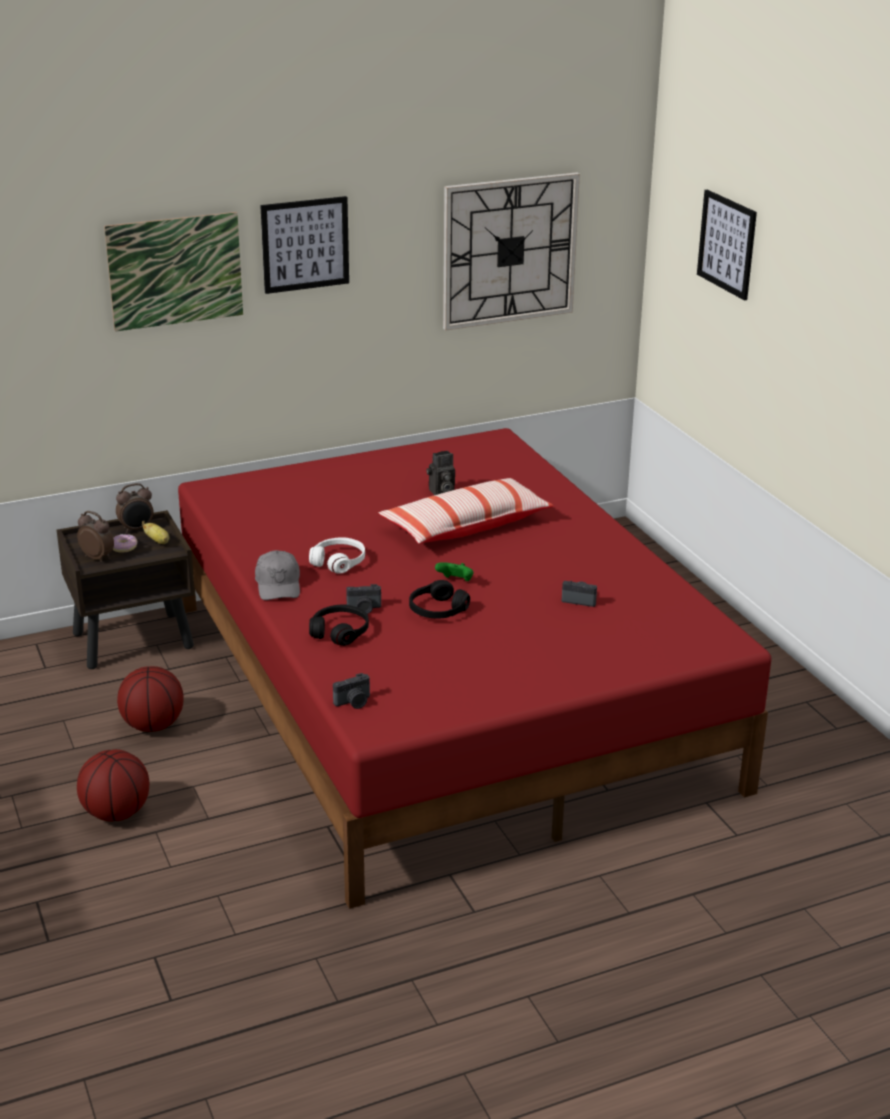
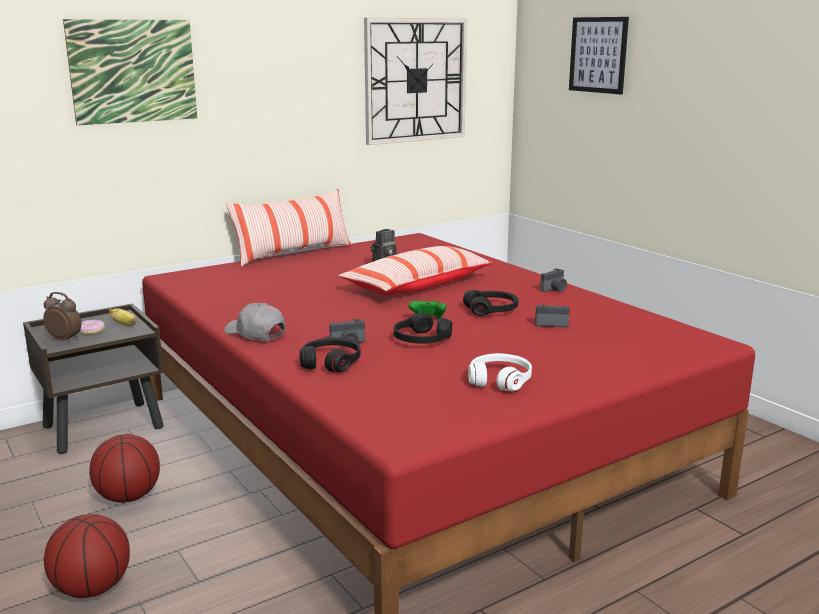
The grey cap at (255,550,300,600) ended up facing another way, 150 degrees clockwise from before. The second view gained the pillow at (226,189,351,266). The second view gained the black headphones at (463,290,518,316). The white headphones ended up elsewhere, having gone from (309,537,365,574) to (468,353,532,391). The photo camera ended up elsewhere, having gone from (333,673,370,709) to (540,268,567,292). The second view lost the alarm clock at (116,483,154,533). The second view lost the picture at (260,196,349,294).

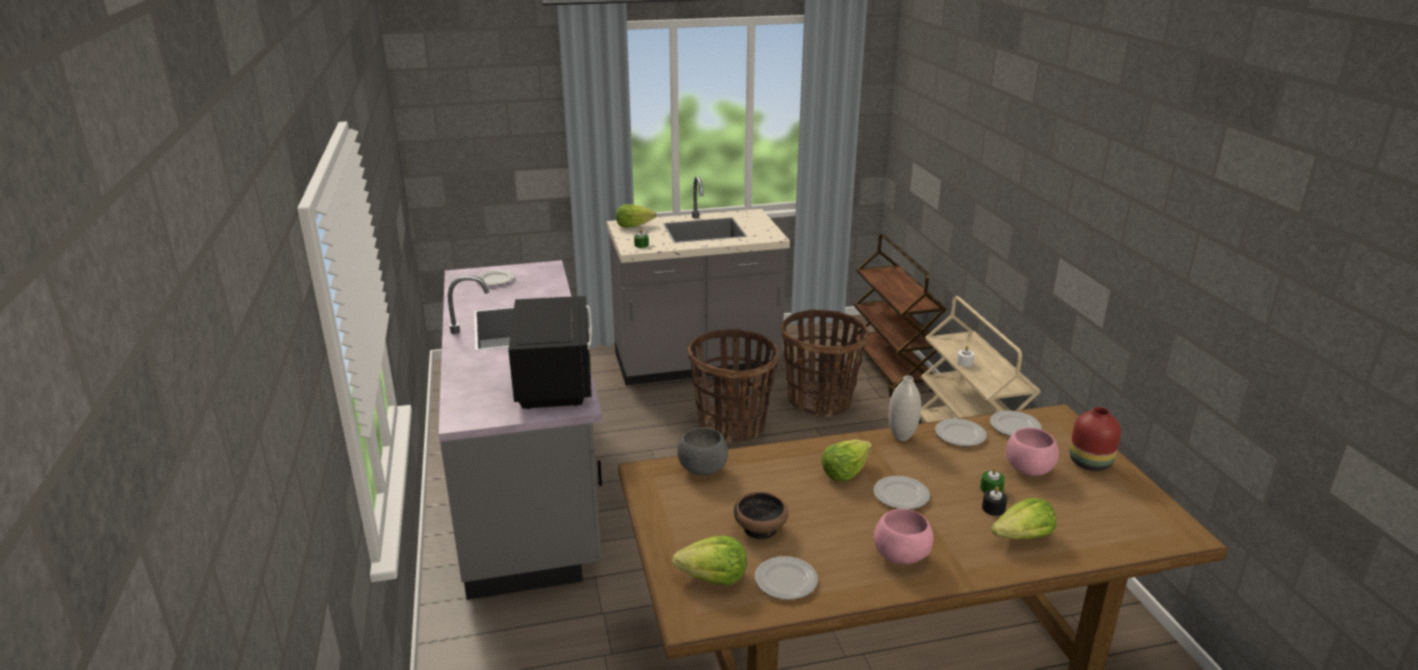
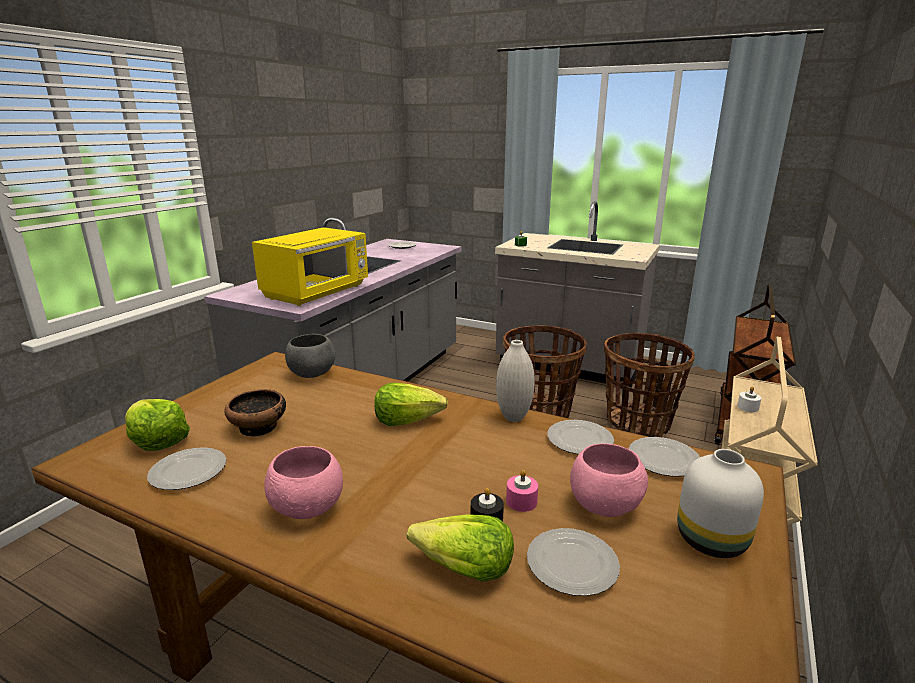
What was the black microwave at (508,296,592,409) turned into the yellow microwave at (252,227,368,306). What was the green candle at (980,467,1005,493) turned into the pink candle at (506,470,538,512). The plate ended up elsewhere, having gone from (874,476,930,509) to (527,528,620,596). What was the red vase at (1070,407,1121,471) turned into the white vase at (677,449,764,558). The second view lost the lettuce at (616,204,657,228).

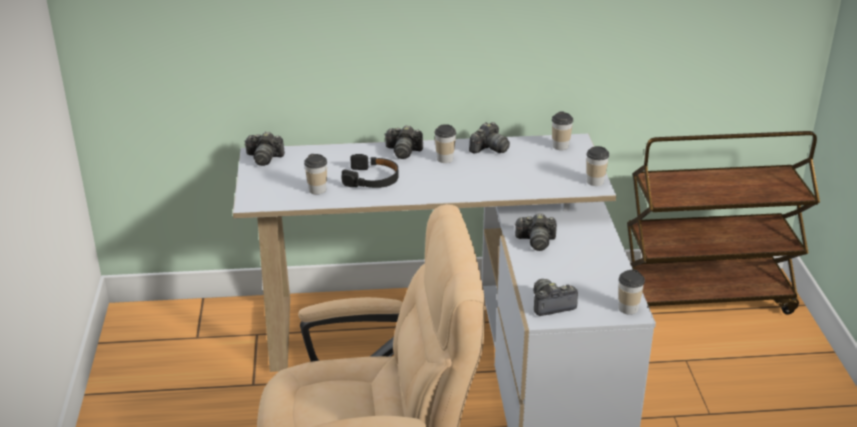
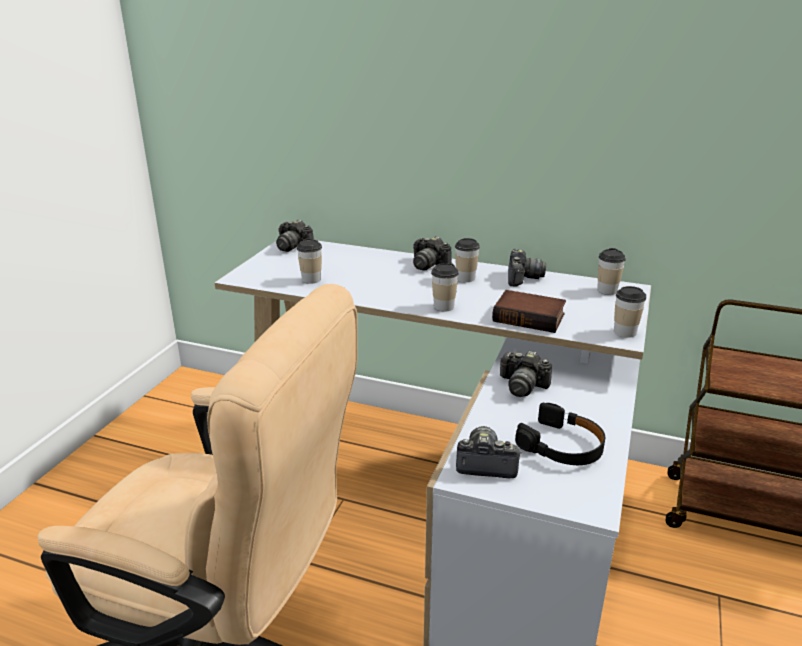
The cup ended up elsewhere, having gone from (618,269,645,315) to (431,263,459,312). The second view gained the book at (492,290,566,333). The photo camera at (469,122,510,153) ended up facing another way, 60 degrees counterclockwise from before. The black headphones ended up elsewhere, having gone from (341,154,398,188) to (515,403,605,465).

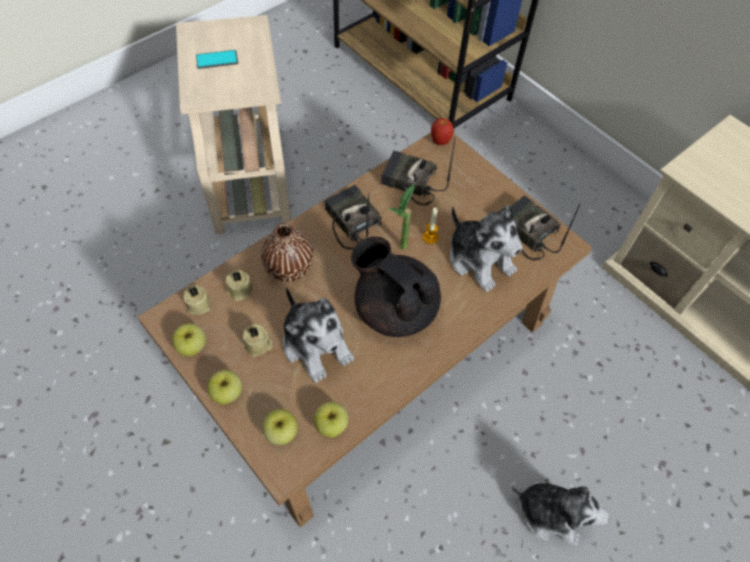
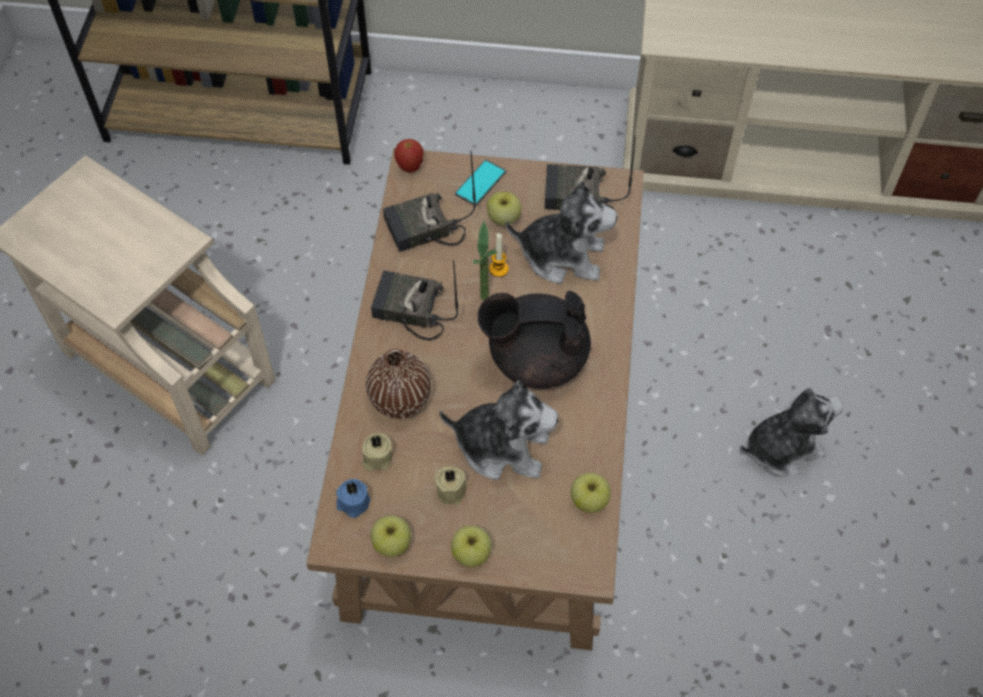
What was the beige candle at (183,285,211,315) turned into the blue candle at (336,479,371,518). The phone ended up elsewhere, having gone from (196,50,239,69) to (455,159,506,206). The apple ended up elsewhere, having gone from (262,409,298,445) to (487,192,521,226).

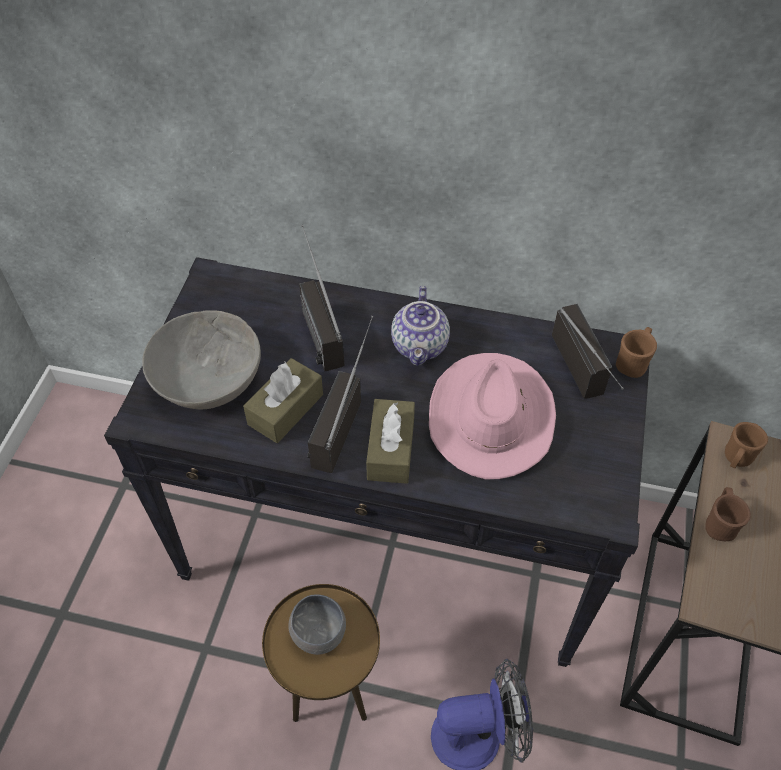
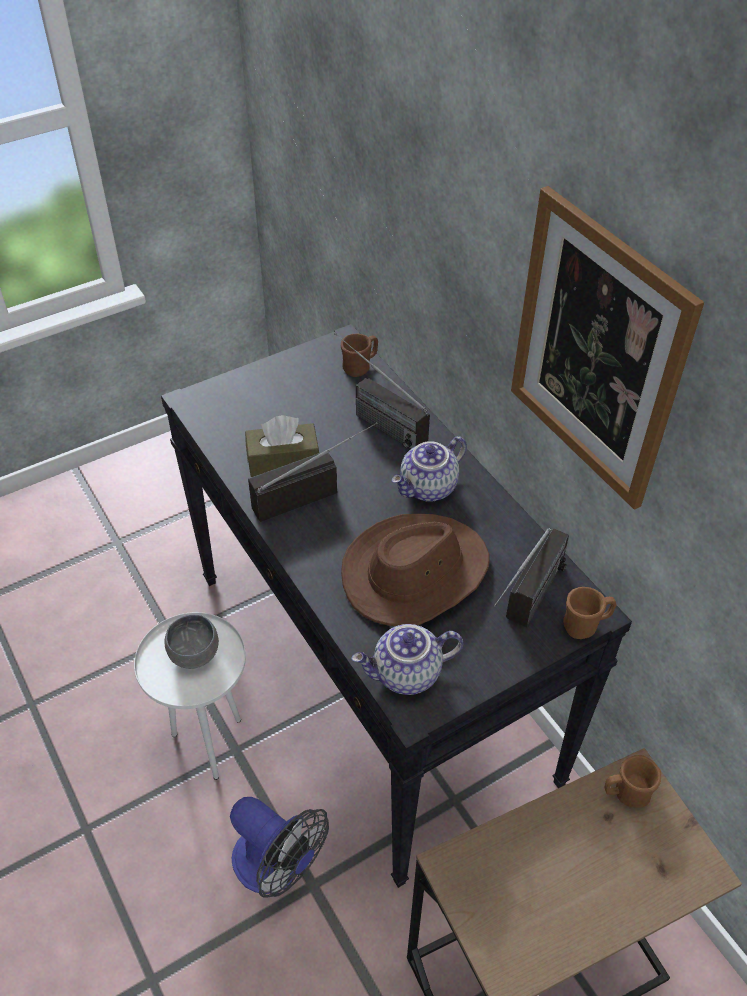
What was the brown side table at (262,584,380,722) turned into the white side table at (134,612,246,780). The radio at (299,225,344,371) ended up facing another way, 75 degrees counterclockwise from before. The brown mug ended up elsewhere, having gone from (705,487,751,541) to (341,334,378,377). What was the pink hat at (429,353,556,479) turned into the brown hat at (341,514,490,626). The second view gained the teapot at (351,624,463,695). The second view gained the picture at (511,186,704,510). The second view lost the grey bowl at (142,310,261,409). The second view lost the brown tissue box at (366,399,415,484).

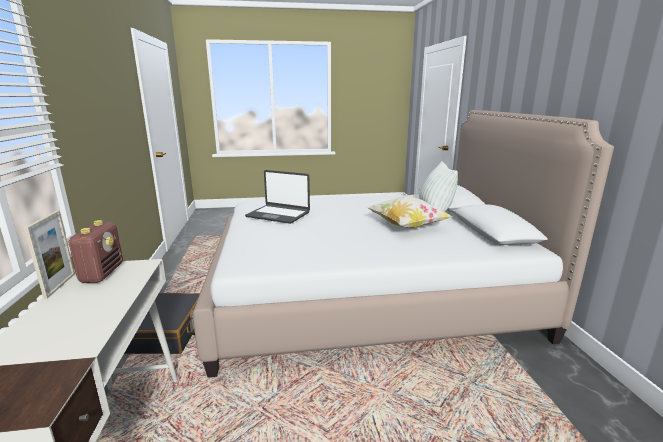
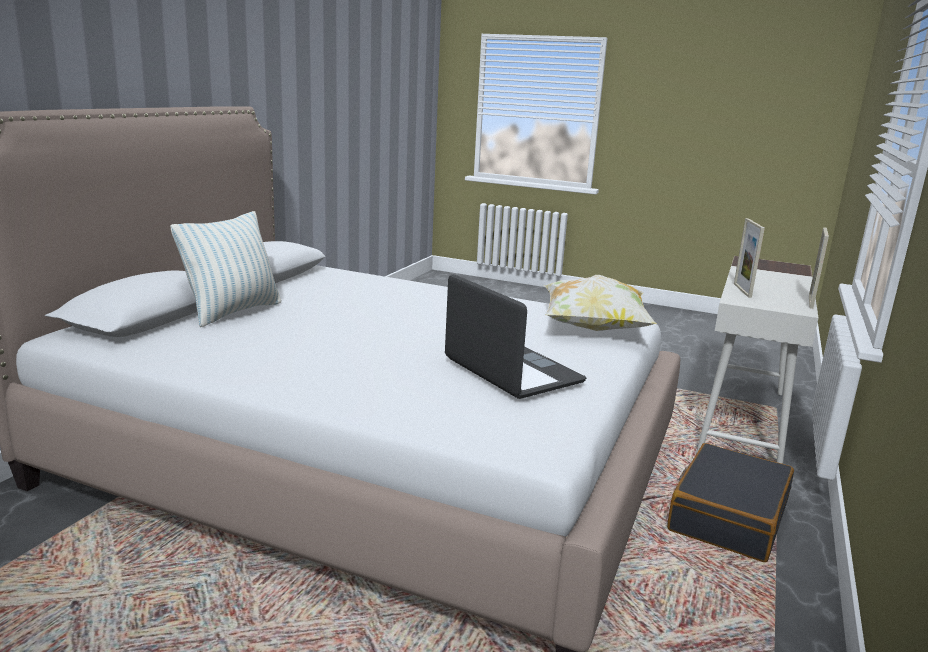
The pillow ended up elsewhere, having gone from (367,196,453,228) to (544,275,657,331). The second view gained the picture frame at (734,218,765,298). The second view lost the radio at (68,220,123,283).

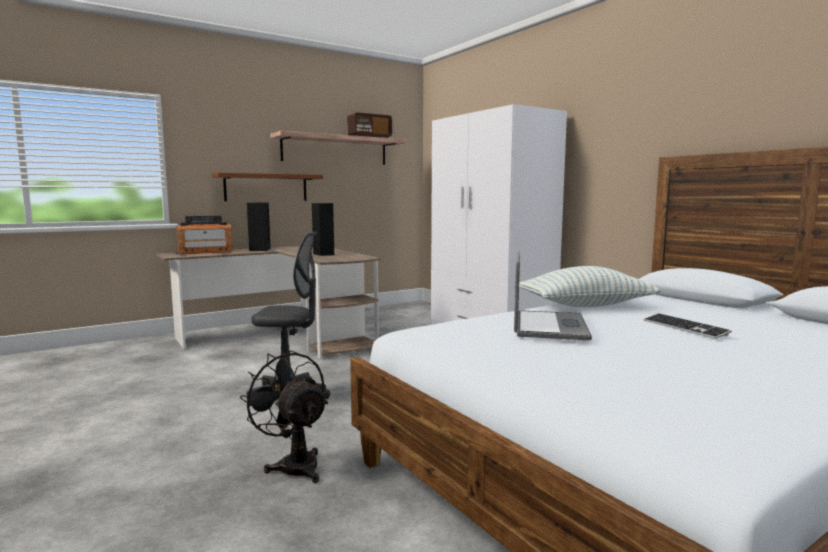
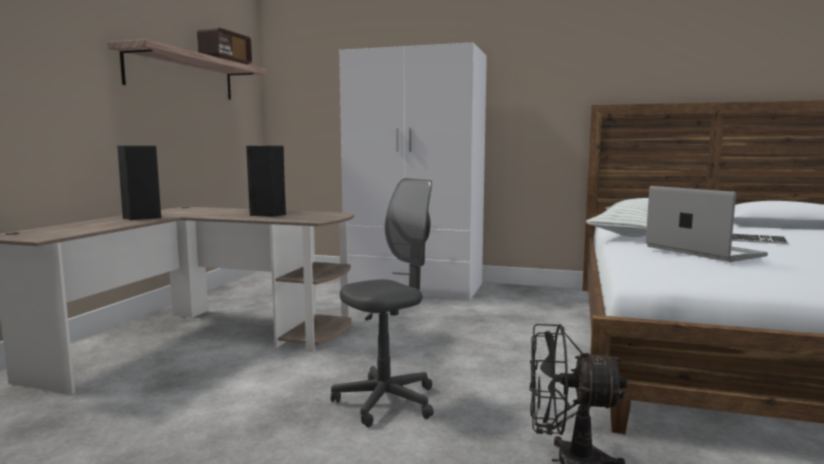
The second view lost the radio at (176,216,233,254). The second view lost the brown shelf at (212,172,323,201).

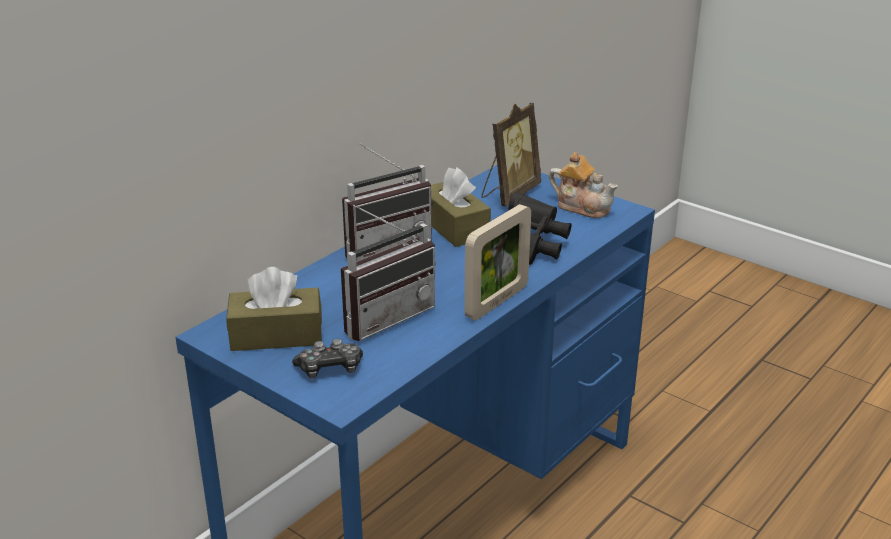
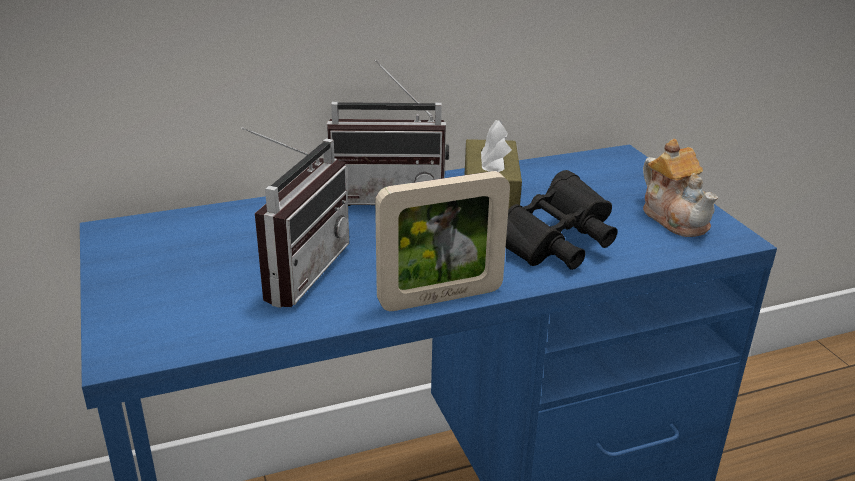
The radio at (341,205,436,341) ended up facing another way, 60 degrees counterclockwise from before. The second view lost the brown tissue box at (226,267,322,351). The second view lost the game controller at (292,339,363,378). The second view lost the picture frame at (481,103,541,206).

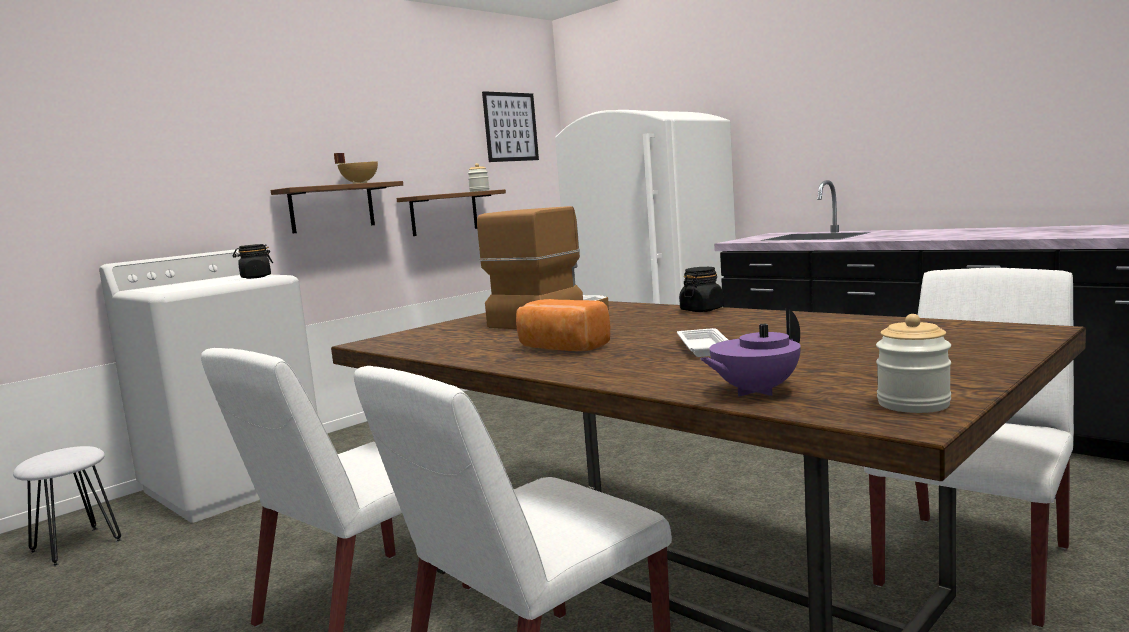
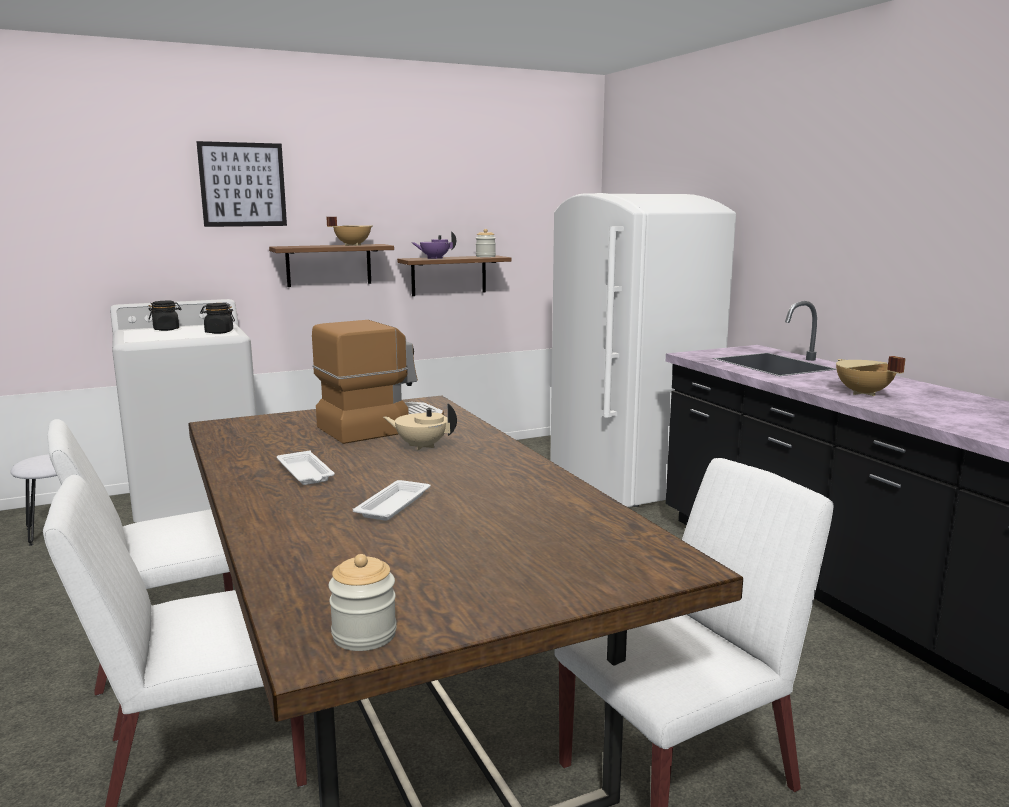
The black jar ended up elsewhere, having gone from (679,267,724,312) to (148,301,181,331). The picture ended up elsewhere, having gone from (482,91,539,162) to (196,141,287,227). Where the bread stood at (516,299,610,351), the white tray came to stand at (277,451,335,485). The second view gained the beige teapot at (384,403,457,450). The purple teapot ended up elsewhere, having gone from (700,308,801,397) to (412,231,456,259). The second view gained the beige cooking pot at (836,356,906,396).

